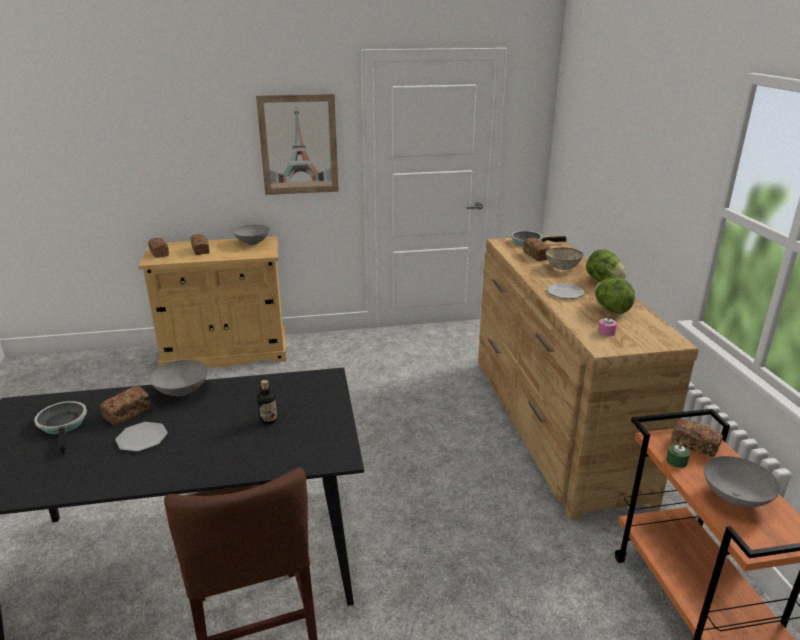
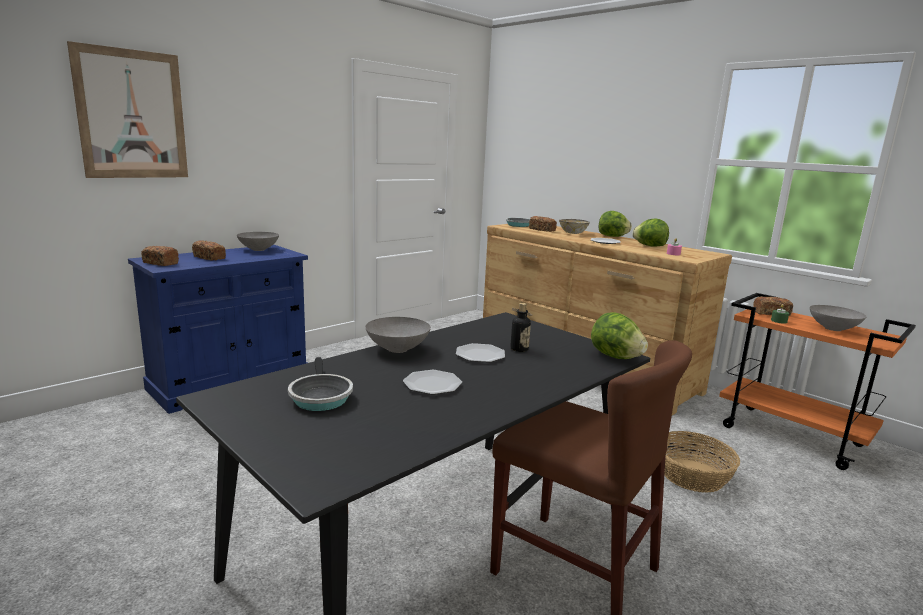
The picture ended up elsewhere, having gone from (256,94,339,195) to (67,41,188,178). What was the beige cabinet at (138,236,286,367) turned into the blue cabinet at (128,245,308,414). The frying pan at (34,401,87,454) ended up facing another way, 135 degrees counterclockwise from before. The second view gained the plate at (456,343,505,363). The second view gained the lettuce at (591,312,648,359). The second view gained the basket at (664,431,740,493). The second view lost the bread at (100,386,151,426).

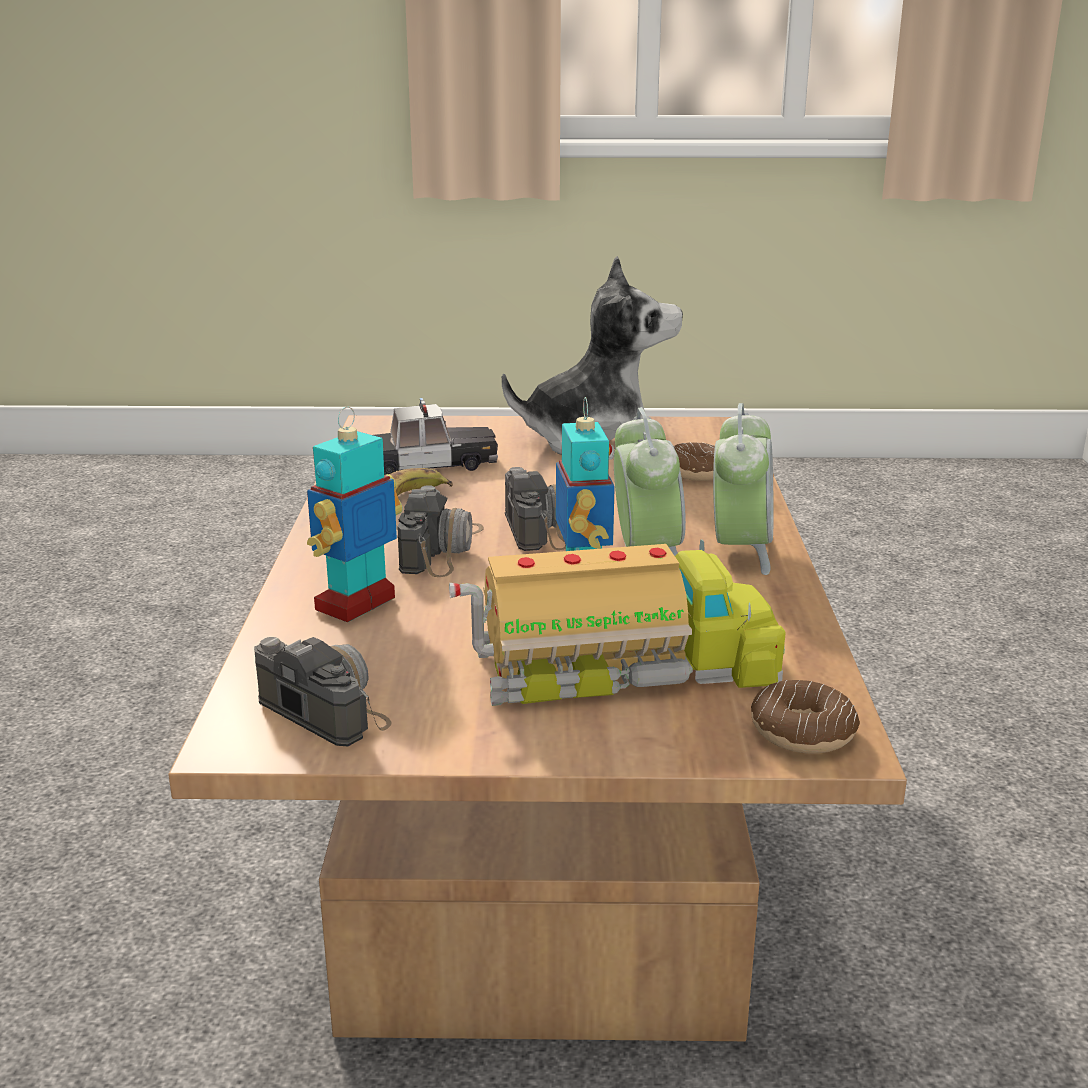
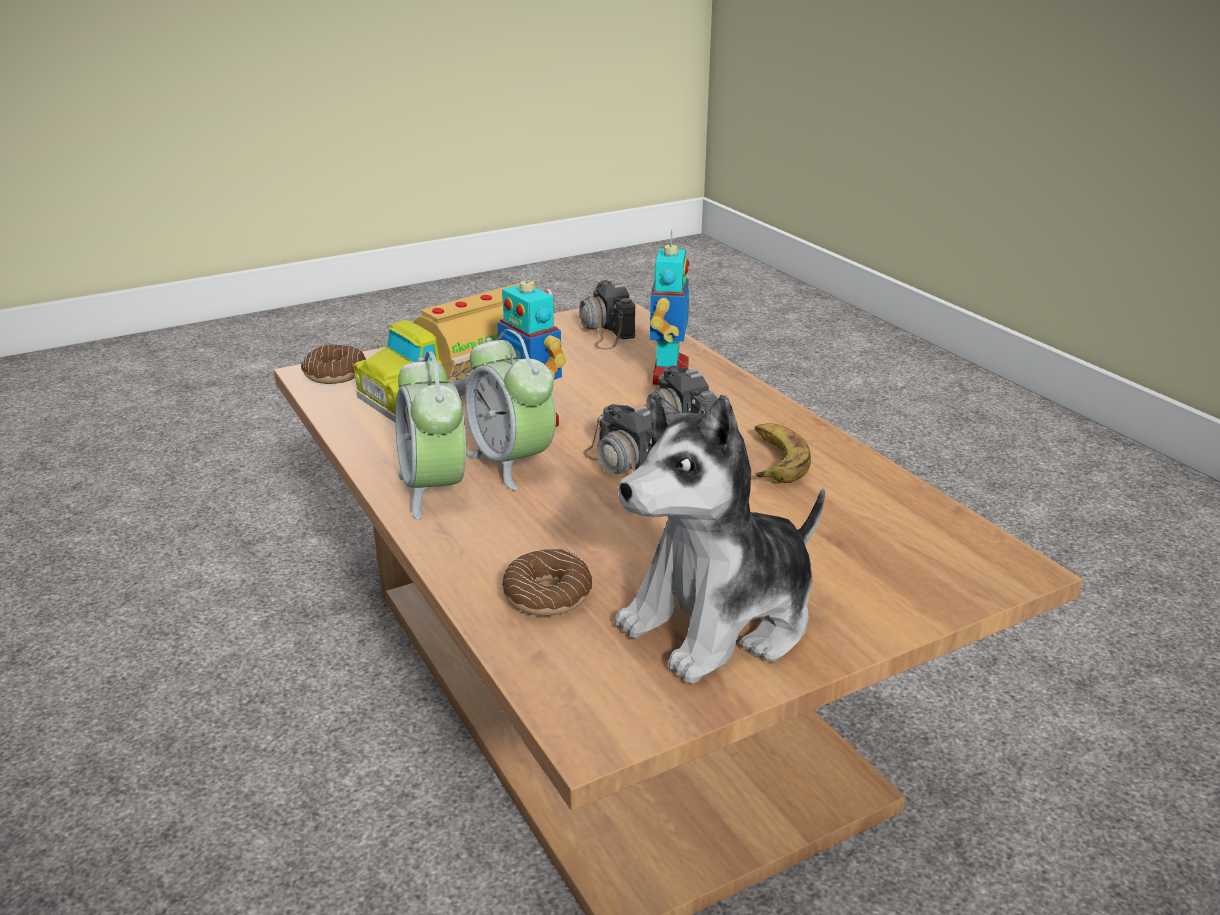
The photo camera at (254,637,392,746) ended up facing another way, 60 degrees clockwise from before. The second view lost the toy car at (373,398,498,475).

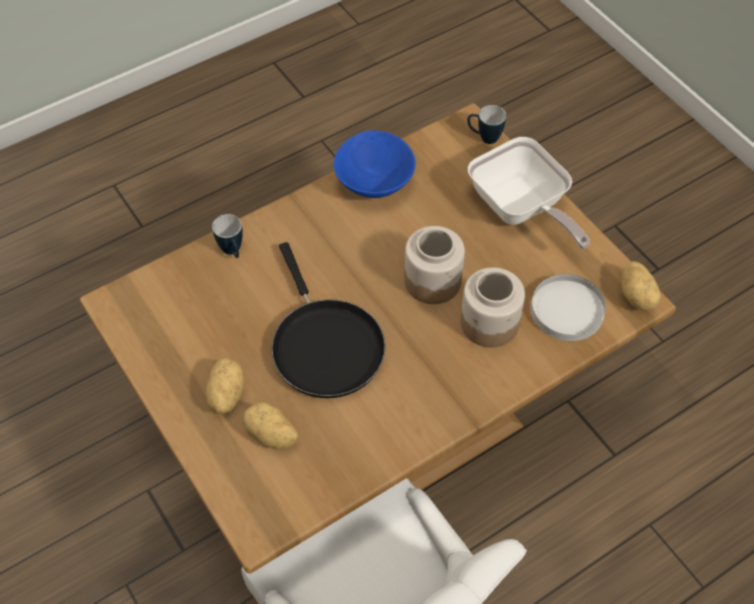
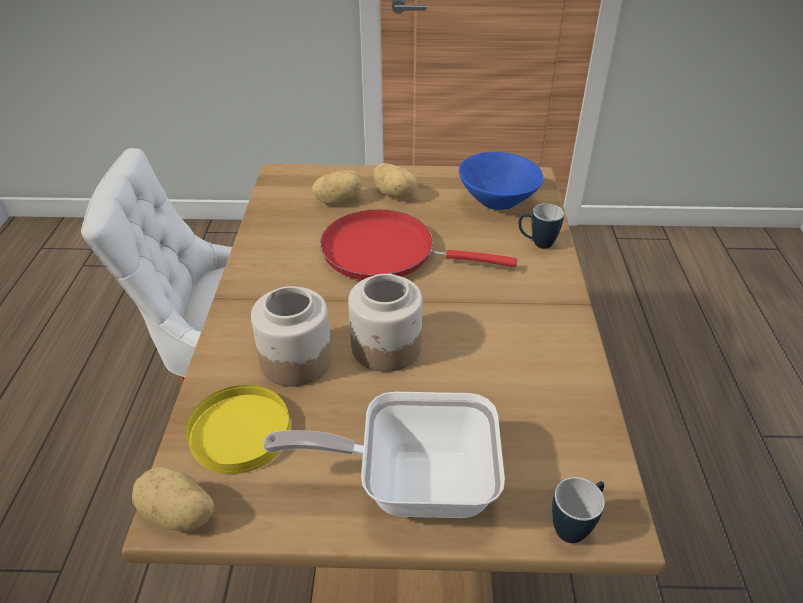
What was the white plate at (531,274,606,341) turned into the yellow plate at (186,385,290,474). What was the black frying pan at (271,242,386,398) turned into the red frying pan at (320,209,517,280). The blue bowl ended up elsewhere, having gone from (334,130,416,198) to (459,152,544,210).

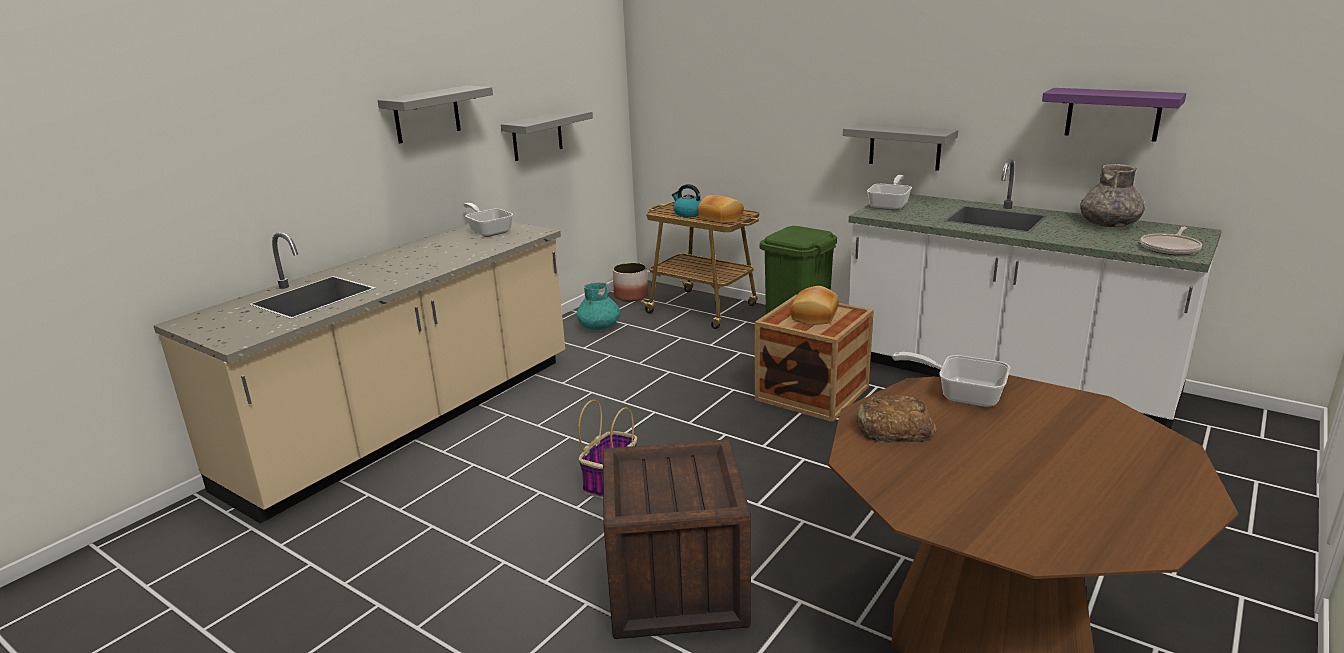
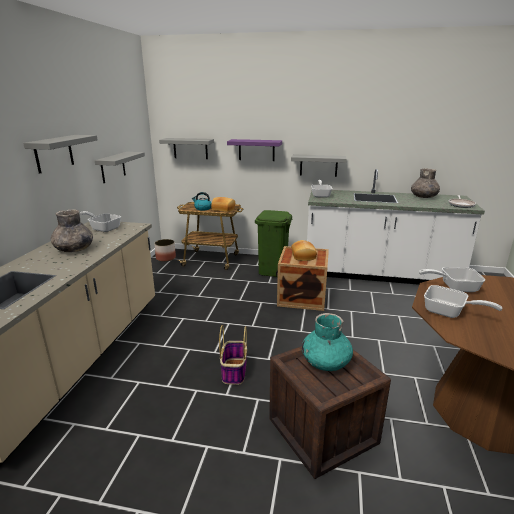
The second view gained the grey vase at (51,209,93,252). The second view gained the grey shelf at (159,138,214,159). The purple shelf ended up elsewhere, having gone from (1042,88,1186,142) to (227,139,282,161). The turquoise vase ended up elsewhere, having gone from (577,281,620,330) to (302,313,353,371). Where the bread stood at (856,395,937,443), the frying pan came to stand at (424,285,502,318).

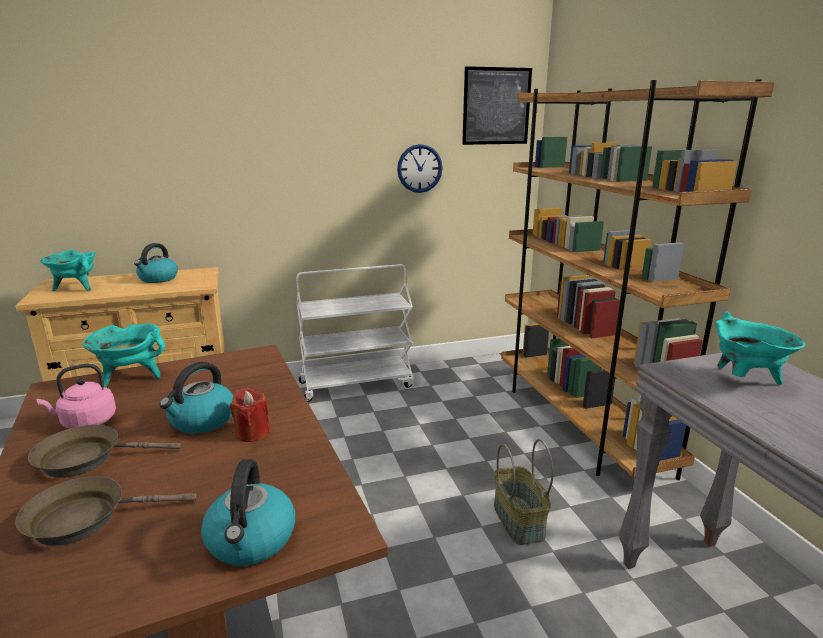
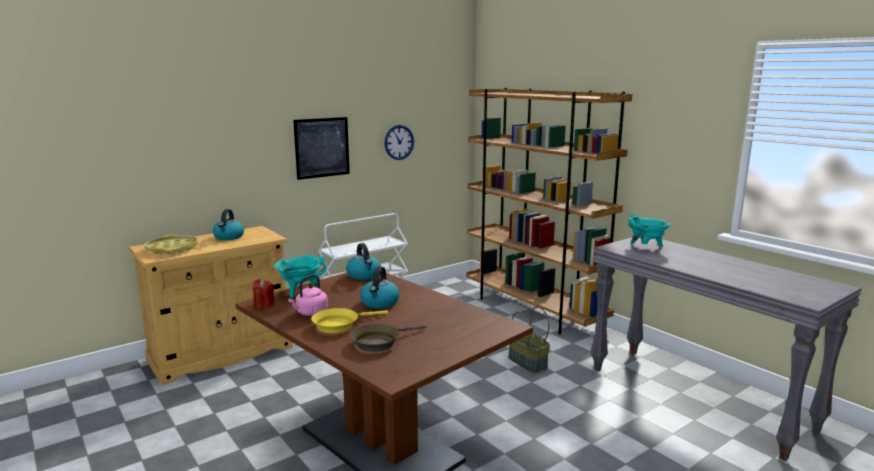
Where the turquoise cooking pot stood at (40,250,96,292), the yellow tray came to stand at (145,235,198,254). The red candle ended up elsewhere, having gone from (230,388,271,442) to (252,279,275,309). The picture ended up elsewhere, having gone from (462,66,532,145) to (293,117,350,180). What was the brown frying pan at (28,425,181,478) turned into the yellow frying pan at (311,308,388,333). The kettle ended up elsewhere, having gone from (201,459,295,566) to (346,243,381,280).

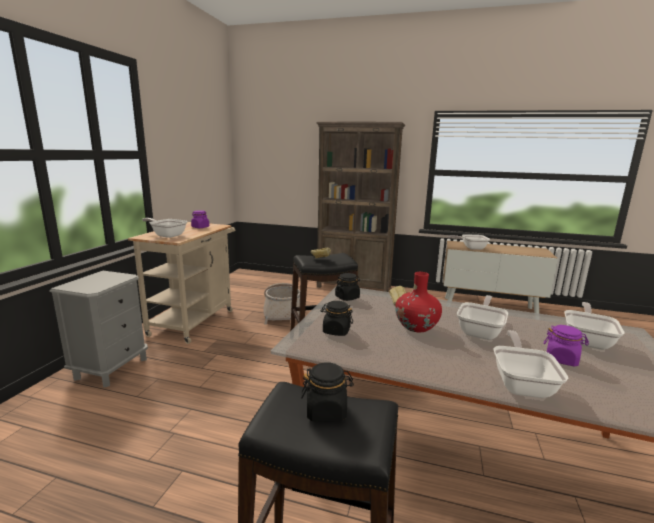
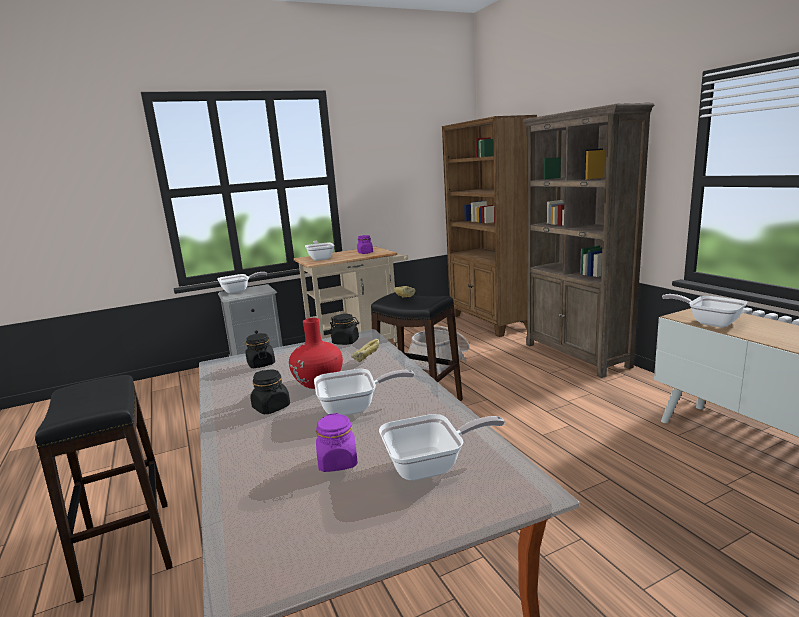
The frying pan ended up elsewhere, having gone from (494,330,568,398) to (217,272,267,294). The black jar ended up elsewhere, having gone from (301,363,354,422) to (250,370,290,414). The second view gained the brown bookcase at (442,115,537,337).

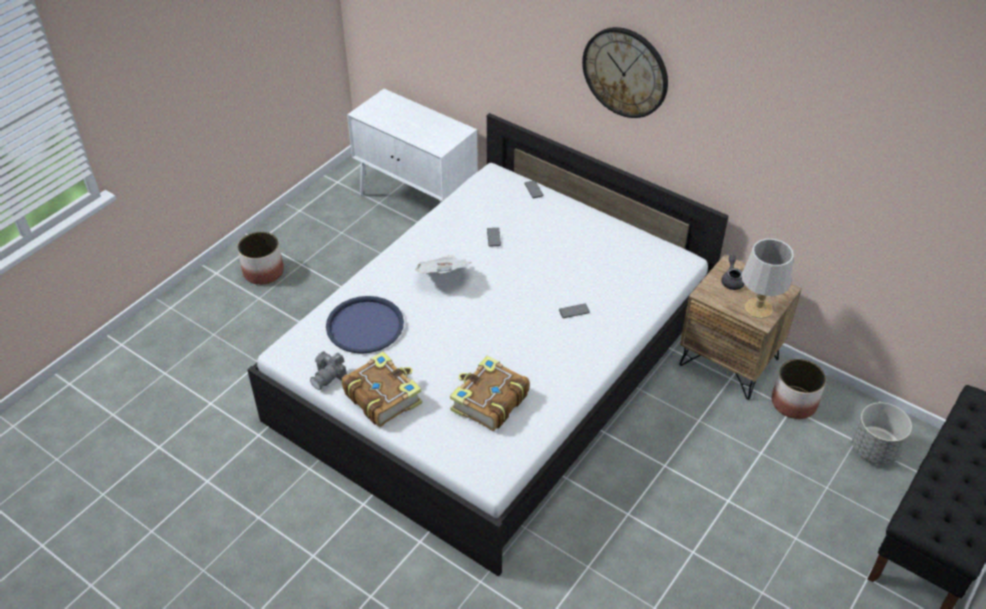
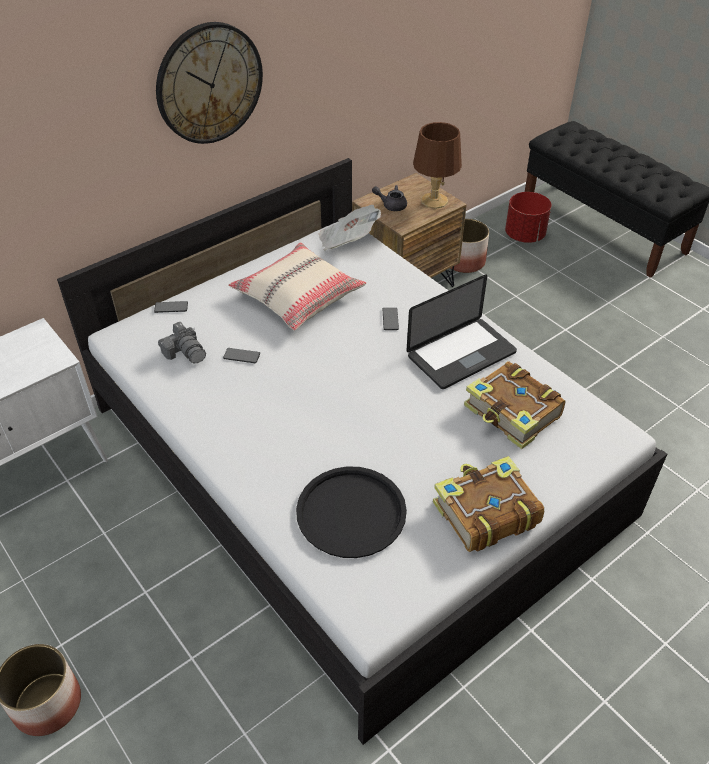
The photo camera ended up elsewhere, having gone from (310,351,347,390) to (158,322,206,363). The second view gained the beige pillow at (228,242,367,331). What was the blue tray at (326,296,404,354) turned into the black tray at (296,467,407,558). The newspaper ended up elsewhere, having gone from (415,255,471,274) to (319,205,381,251). The second view gained the laptop at (406,274,517,389). What was the grey table lamp at (741,239,794,319) turned into the brown table lamp at (413,122,462,209). What was the grey planter at (852,403,912,465) turned into the red planter at (505,192,552,243).

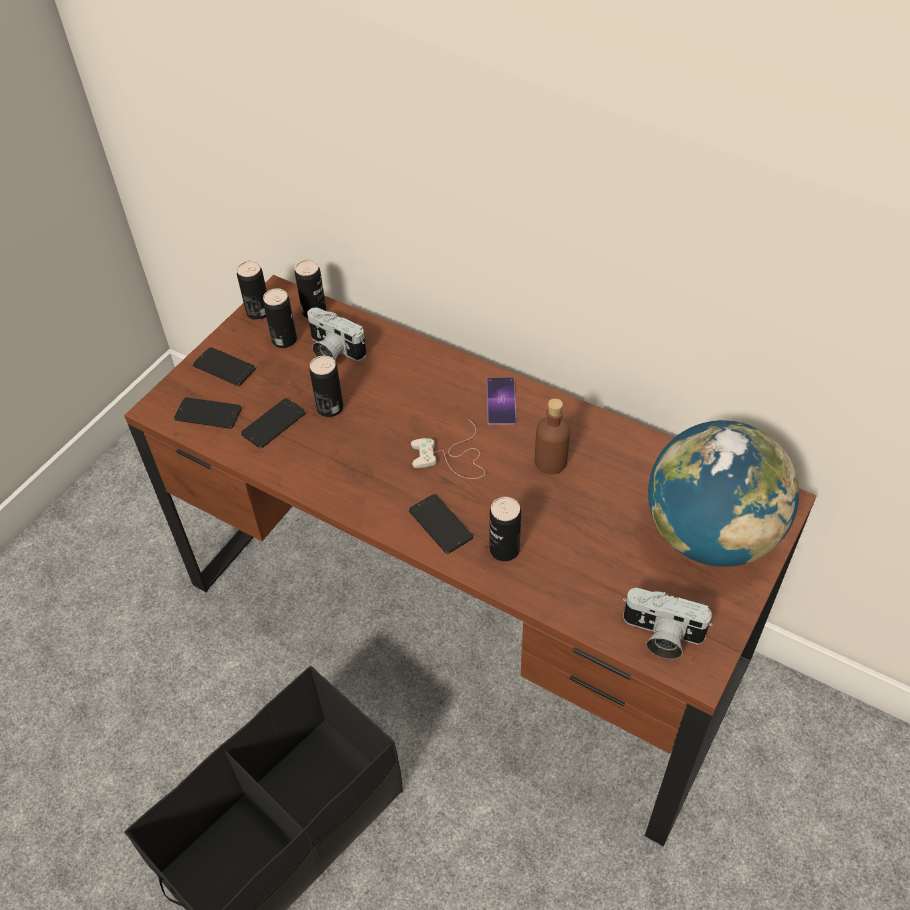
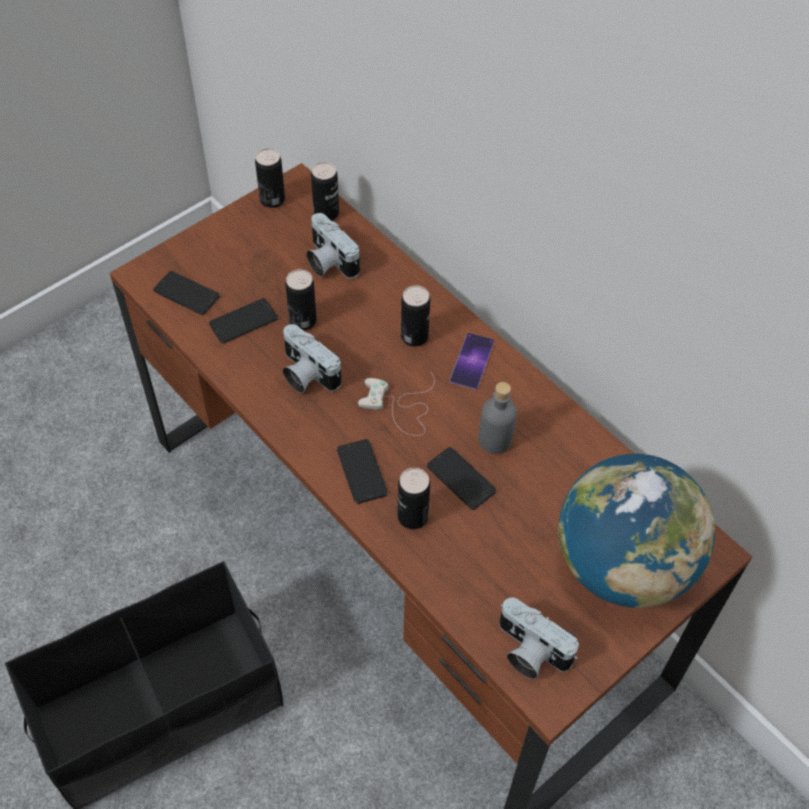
The second view gained the photo camera at (283,324,341,393). The can ended up elsewhere, having gone from (263,288,297,348) to (401,285,430,347). The phone ended up elsewhere, having gone from (193,347,256,386) to (427,447,496,510). What was the brown bottle at (535,398,570,475) turned into the grey bottle at (478,382,517,454).

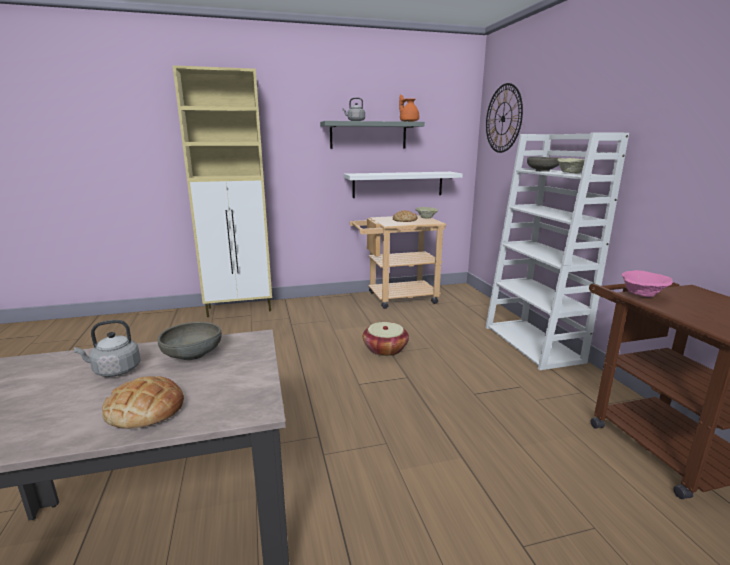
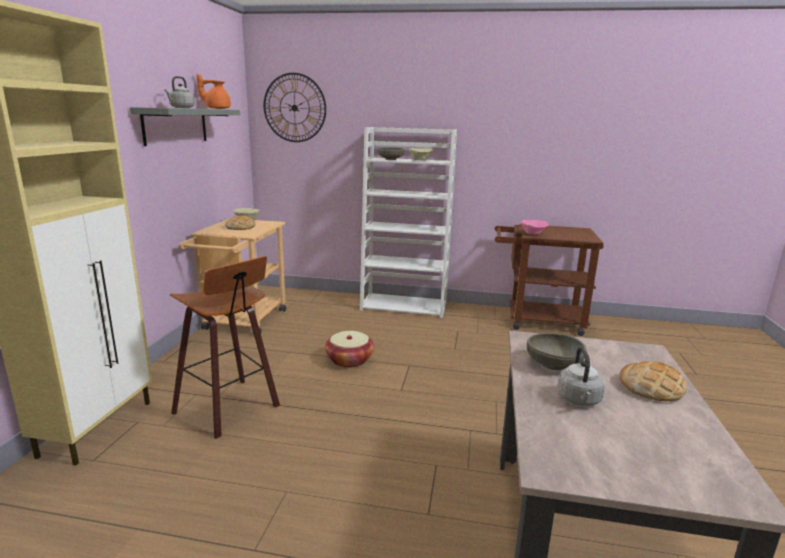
The second view gained the stool at (170,256,280,439). The second view lost the white shelf at (344,172,463,198).

